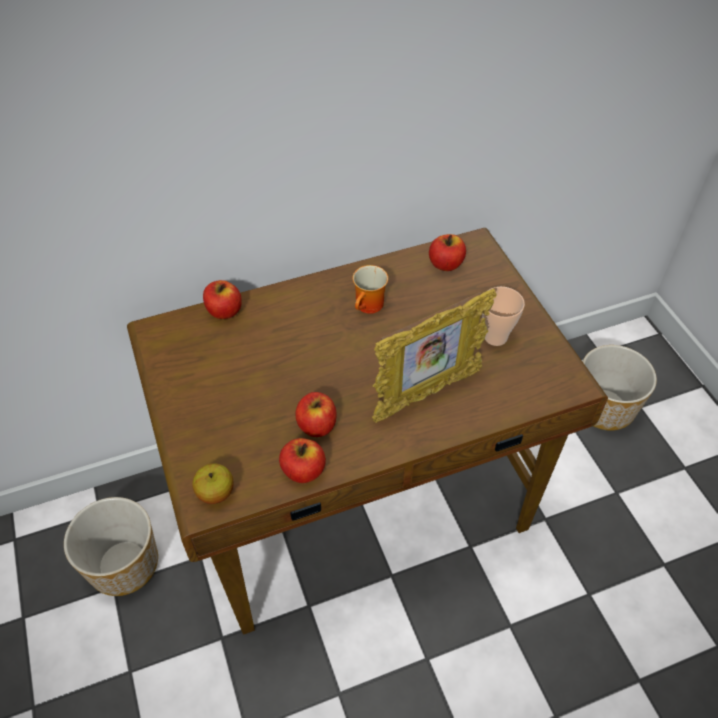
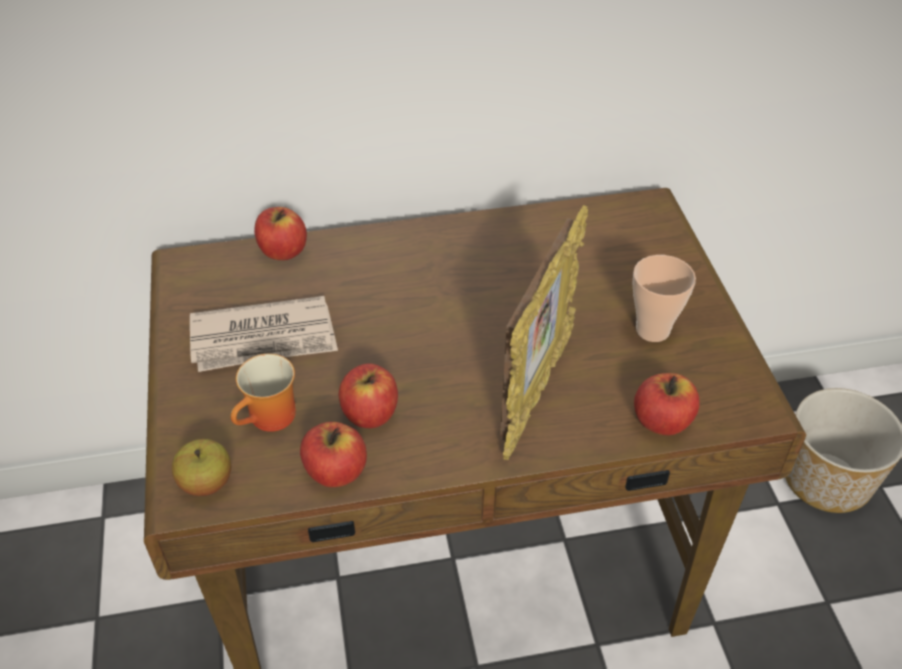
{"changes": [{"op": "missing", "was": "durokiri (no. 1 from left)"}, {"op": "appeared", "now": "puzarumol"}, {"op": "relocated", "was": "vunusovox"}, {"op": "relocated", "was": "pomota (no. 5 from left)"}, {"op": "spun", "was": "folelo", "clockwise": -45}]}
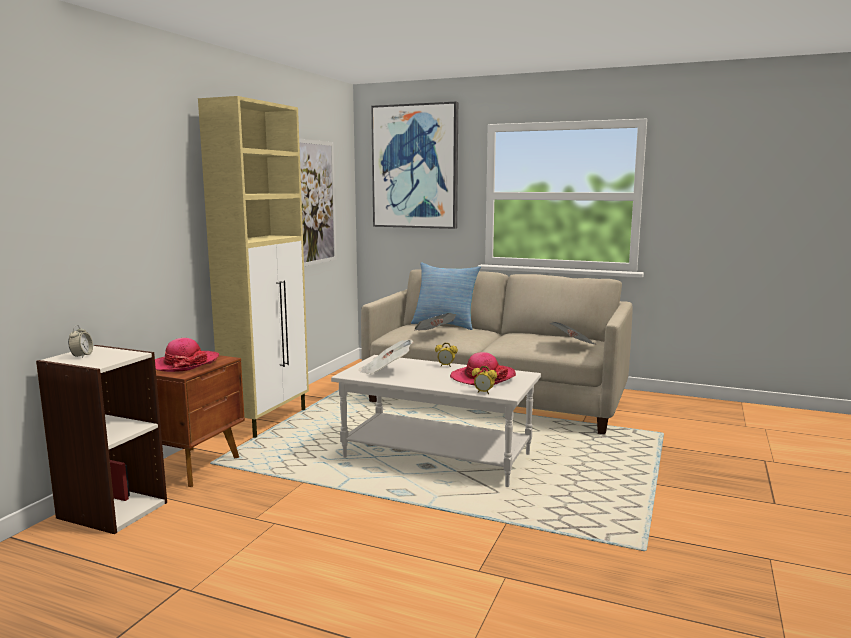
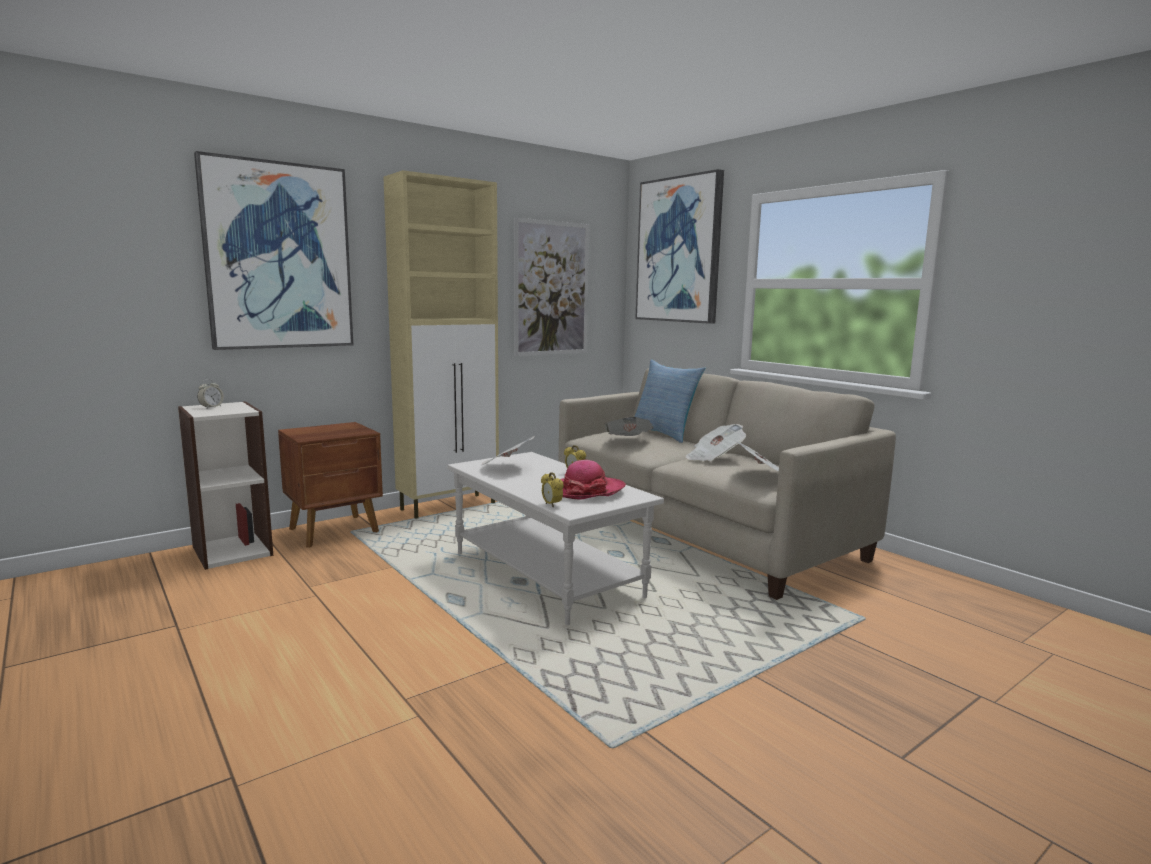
{"changes": [{"op": "missing", "was": "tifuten (no. 1 from left)"}, {"op": "appeared", "now": "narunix (no. 1 from left)"}, {"op": "appeared", "now": "puzarumol (no. 3 from left)"}]}
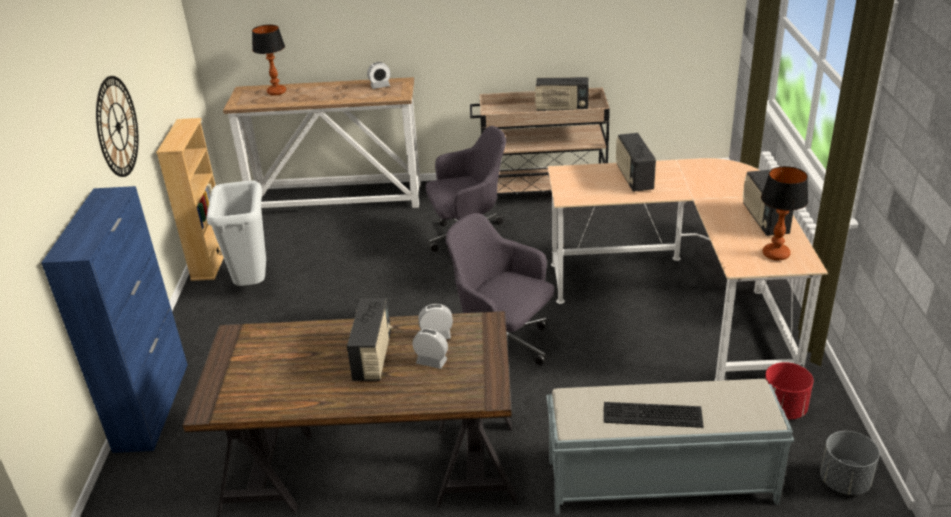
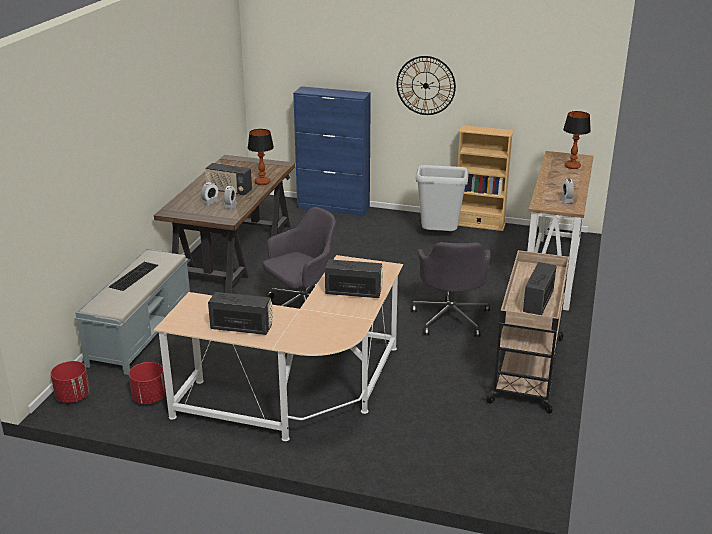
{"changes": [{"op": "relocated", "was": "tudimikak (no. 2 from left in the first image)", "now": "tudimikak (no. 1 from left)"}, {"op": "colour", "was": "grey_durokiri", "now": "red_durokiri (no. 1 from left)"}]}
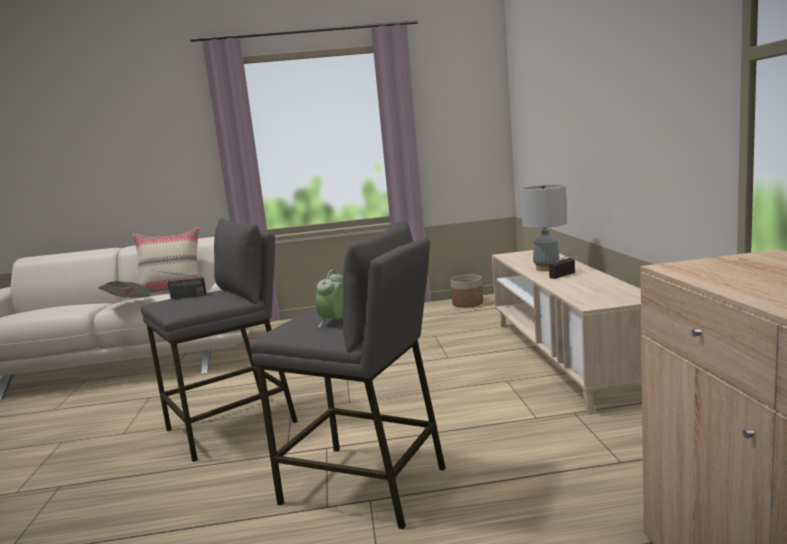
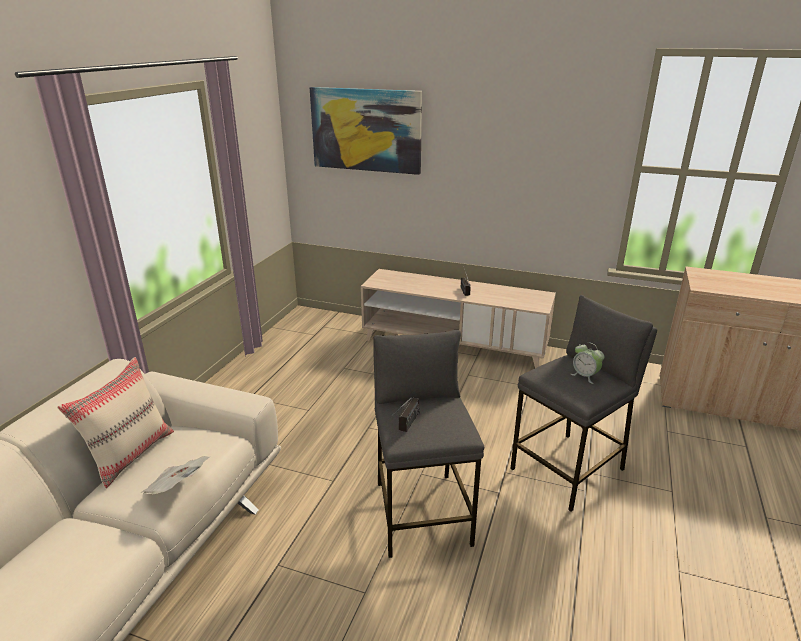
{"changes": [{"op": "missing", "was": "durokiri"}, {"op": "missing", "was": "grey_tudimikak"}, {"op": "appeared", "now": "narunix"}]}
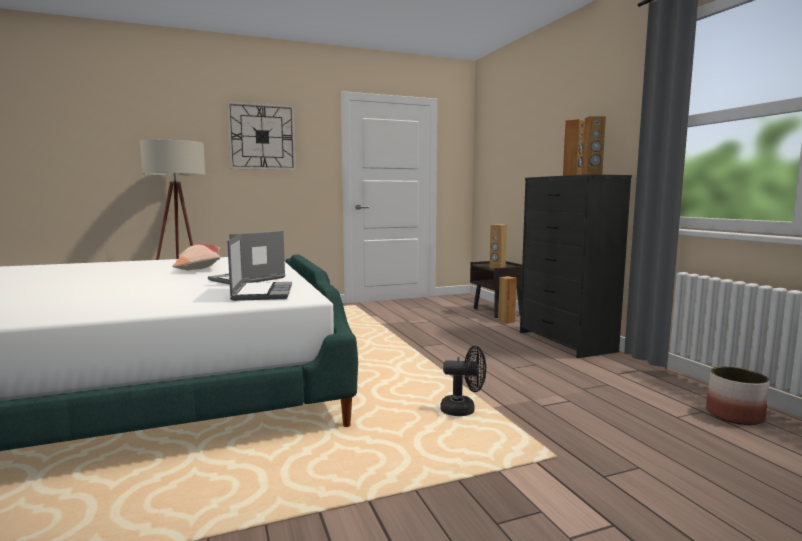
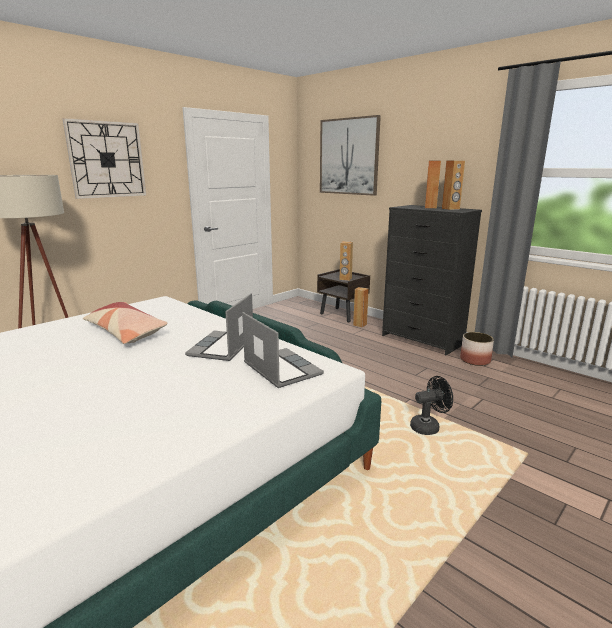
{"changes": [{"op": "appeared", "now": "narunix"}, {"op": "relocated", "was": "durokiri"}]}
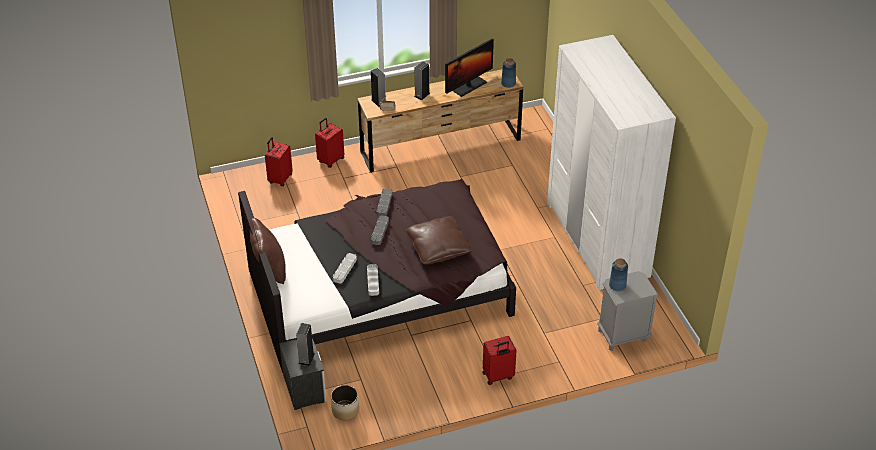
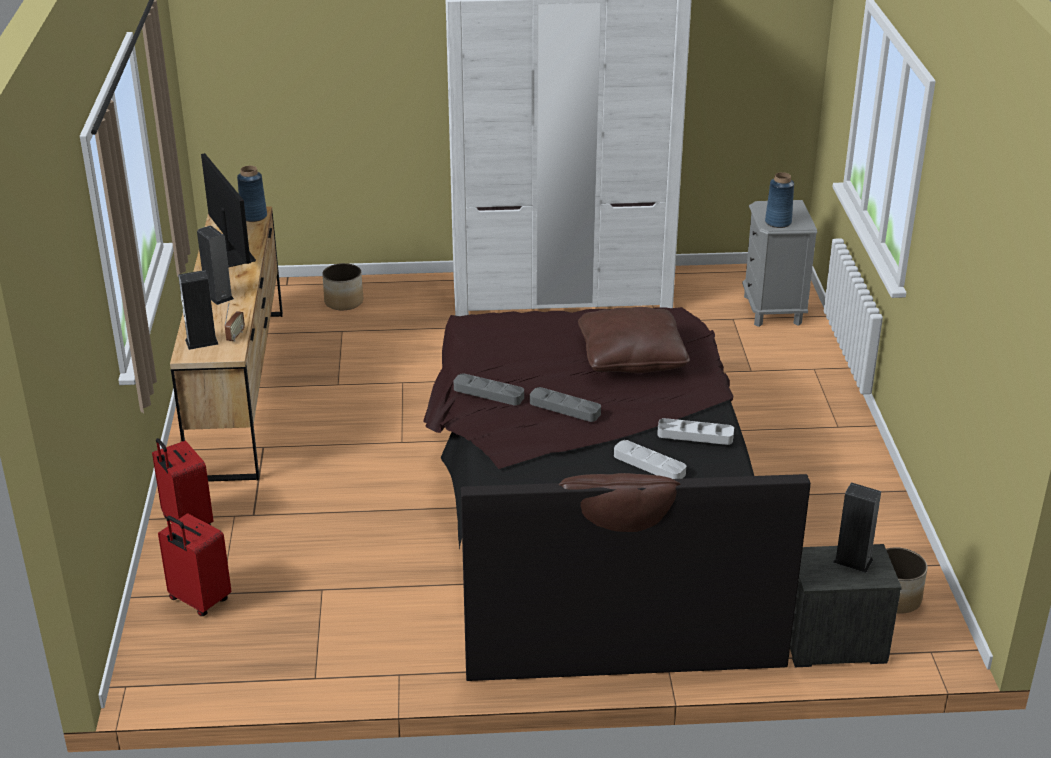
{"changes": [{"op": "missing", "was": "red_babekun (no. 3 from left)"}, {"op": "appeared", "now": "durokiri (no. 1 from left)"}]}
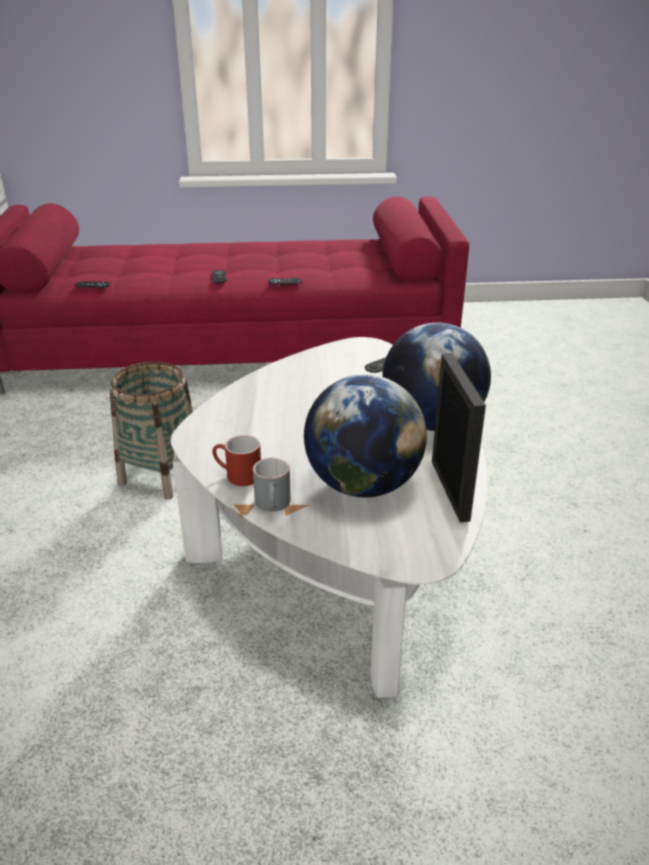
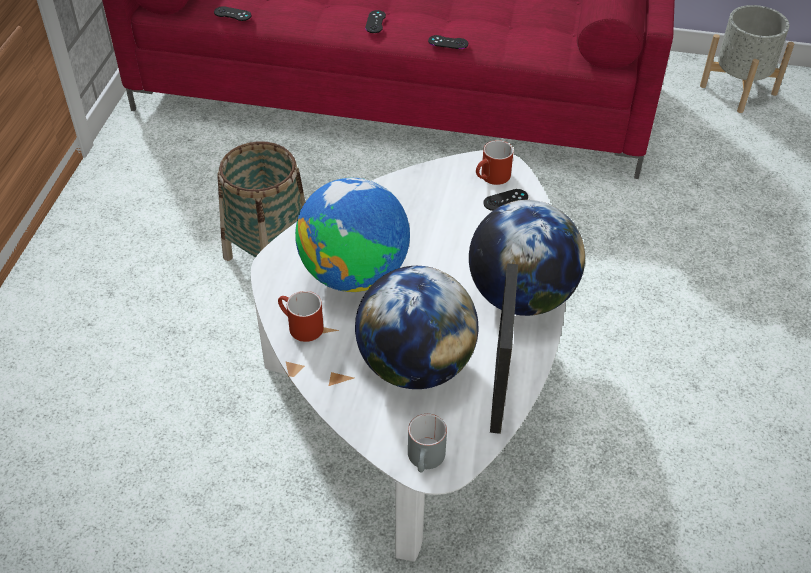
{"changes": [{"op": "appeared", "now": "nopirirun (no. 1 from left)"}, {"op": "appeared", "now": "red_vunusovox (no. 2 from left)"}, {"op": "appeared", "now": "grey_durokiri"}, {"op": "relocated", "was": "grey_vunusovox"}]}
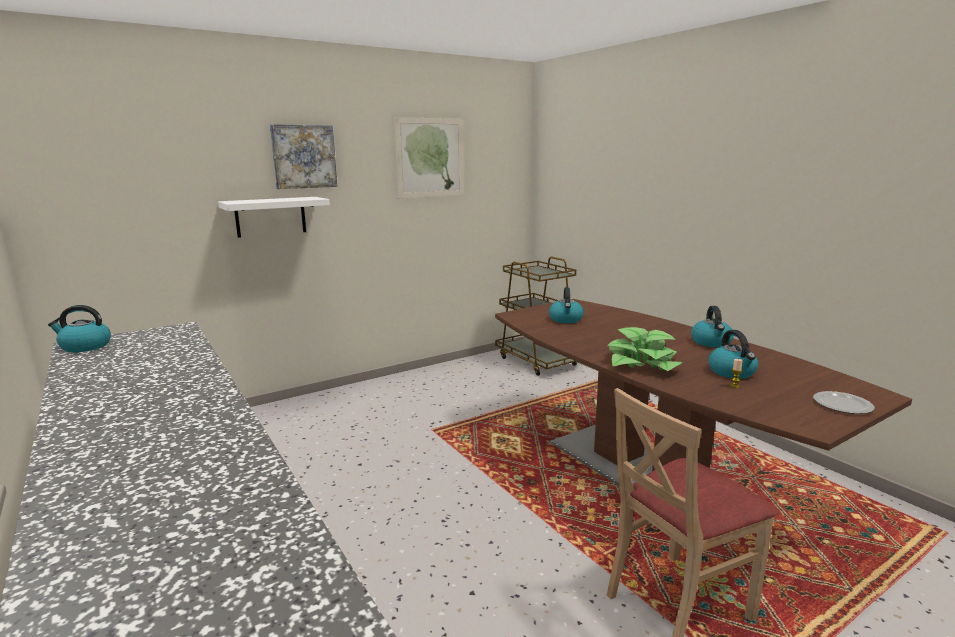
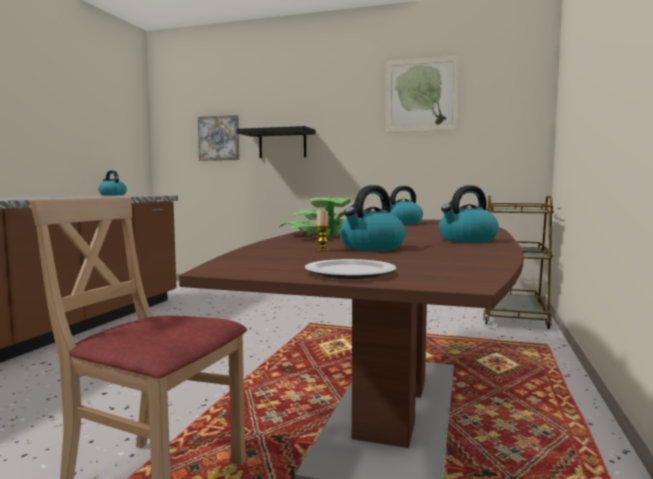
{"changes": [{"op": "relocated", "was": "narunix (no. 1 from left)"}, {"op": "colour", "was": "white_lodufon", "now": "black_lodufon"}]}
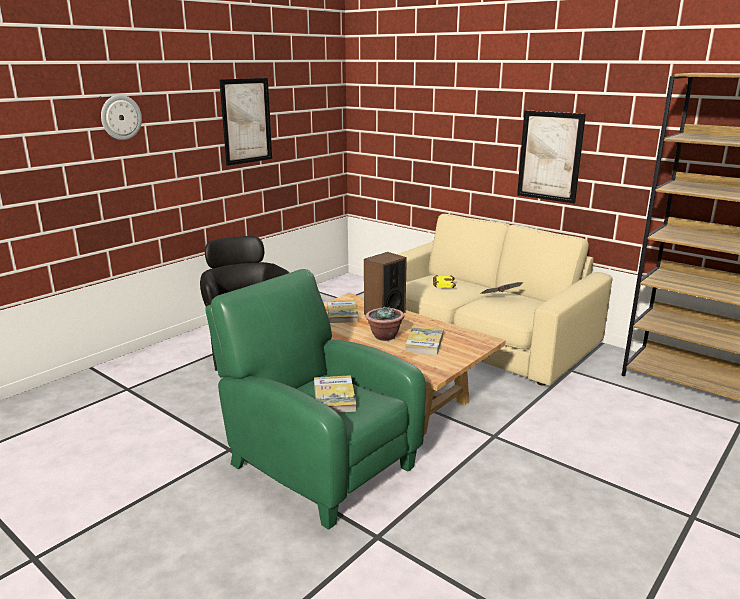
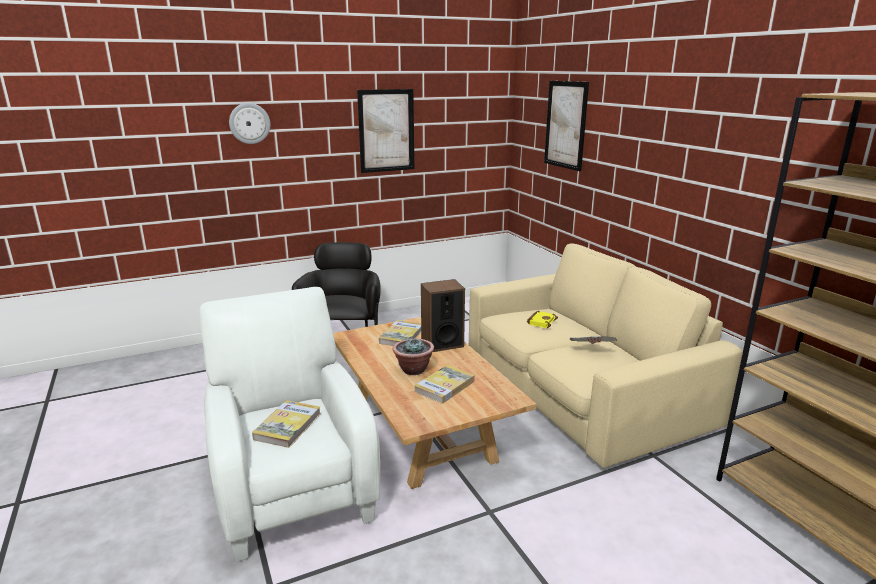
{"changes": [{"op": "relocated", "was": "narunix (no. 2 from left)"}, {"op": "colour", "was": "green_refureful", "now": "white_refureful"}]}
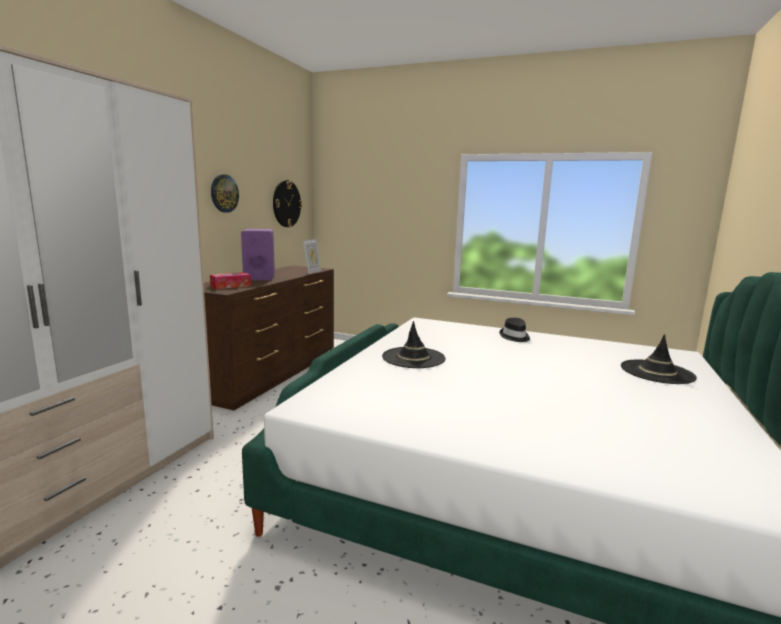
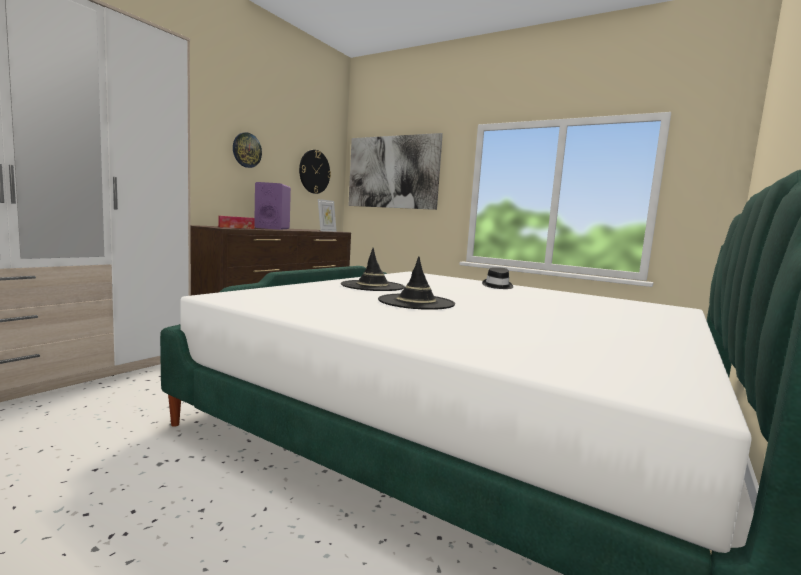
{"changes": [{"op": "appeared", "now": "narunix"}, {"op": "relocated", "was": "black_tifuten (no. 3 from left in the first image)", "now": "black_tifuten (no. 2 from left)"}]}
